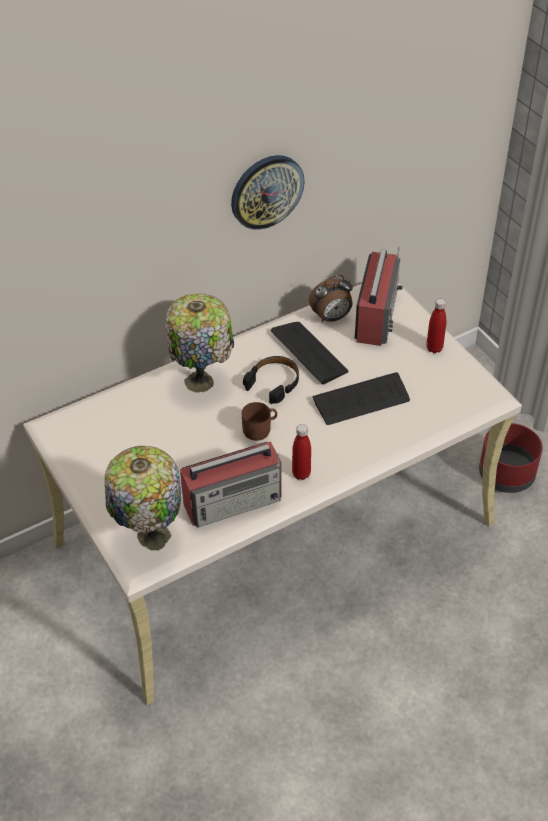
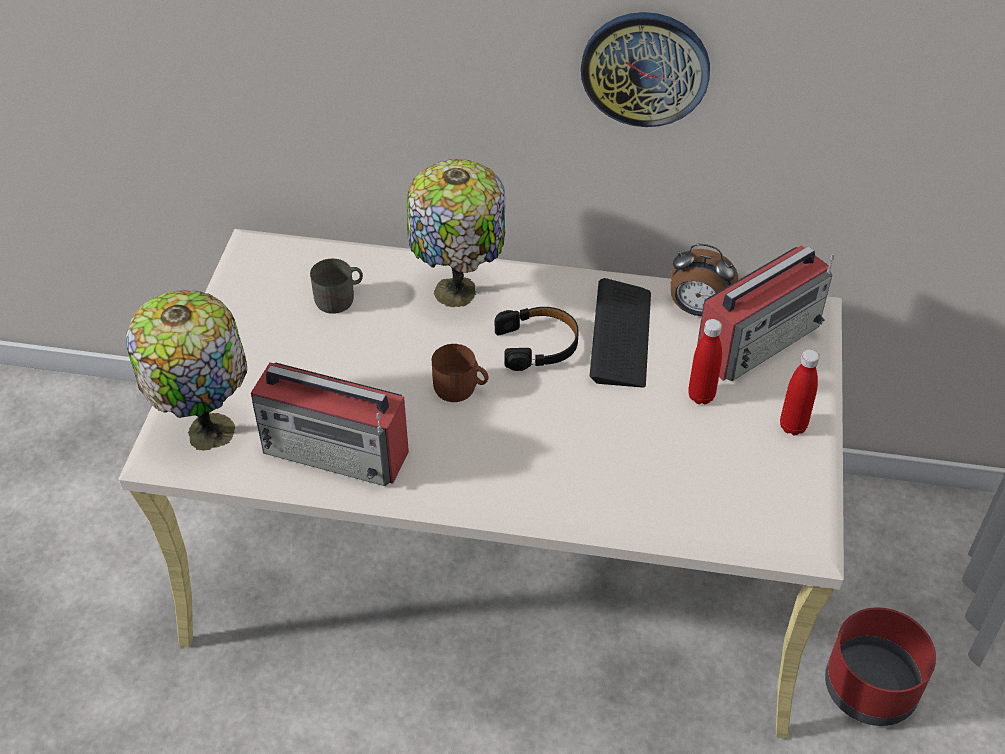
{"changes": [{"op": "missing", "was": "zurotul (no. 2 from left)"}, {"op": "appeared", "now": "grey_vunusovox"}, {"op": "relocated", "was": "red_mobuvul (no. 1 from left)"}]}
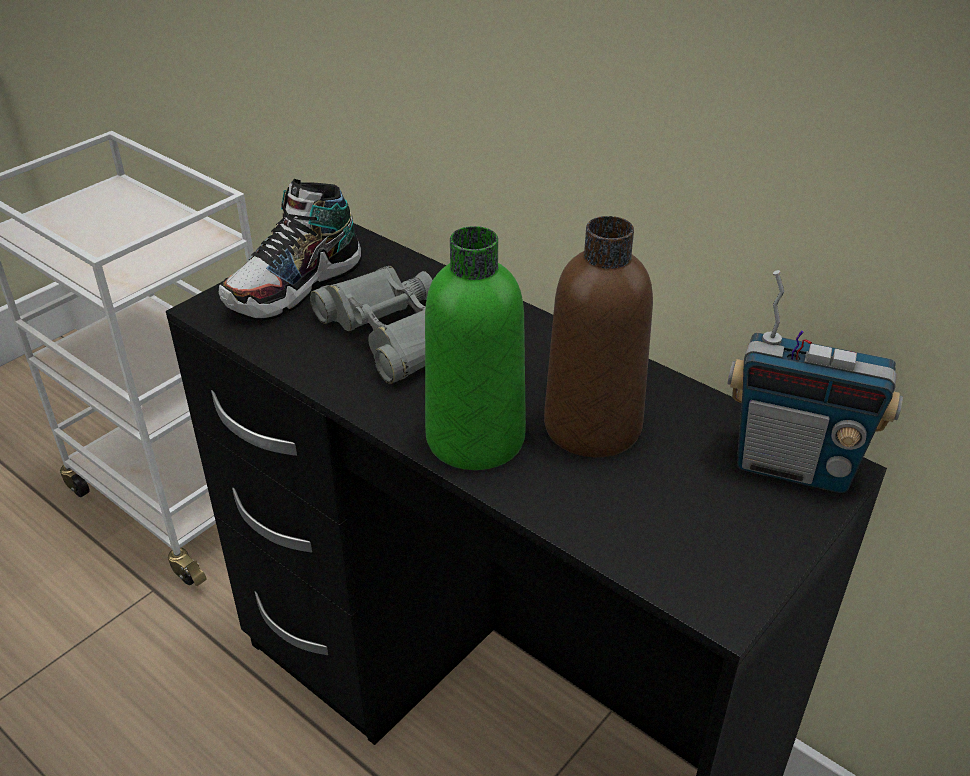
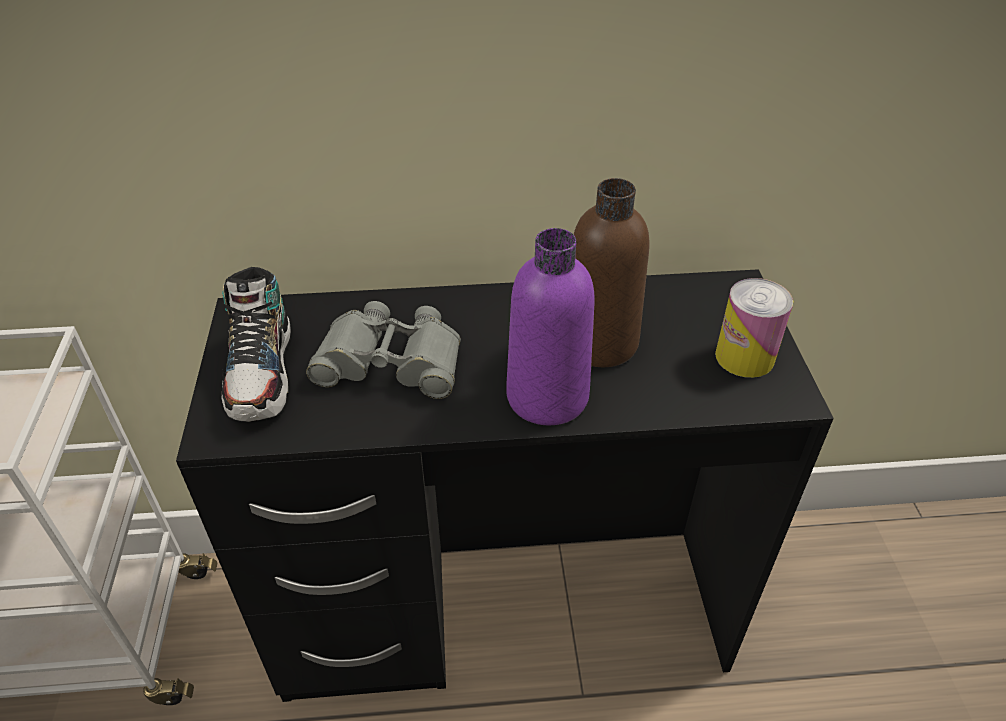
{"changes": [{"op": "missing", "was": "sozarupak"}, {"op": "appeared", "now": "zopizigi"}, {"op": "colour", "was": "green_mobuvul", "now": "purple_mobuvul"}]}
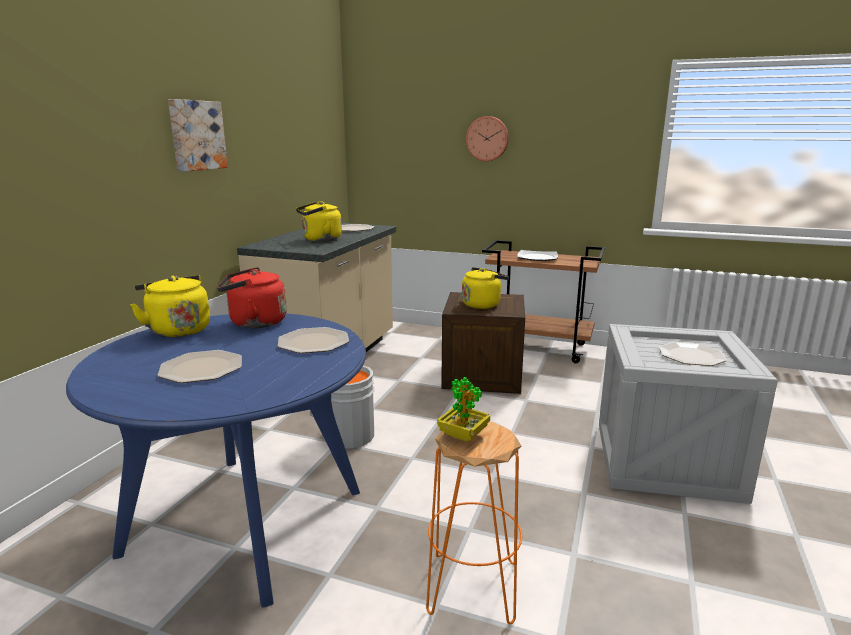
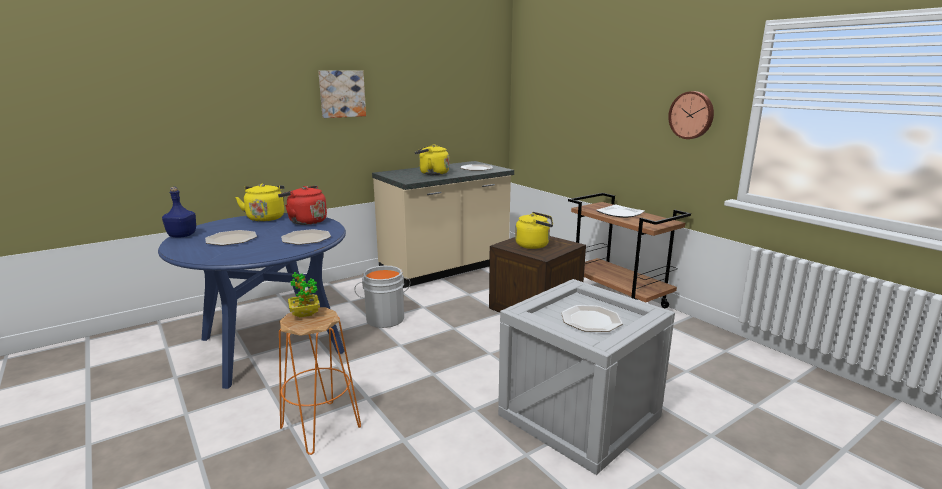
{"changes": [{"op": "appeared", "now": "blue_mobuvul"}, {"op": "relocated", "was": "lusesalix"}]}
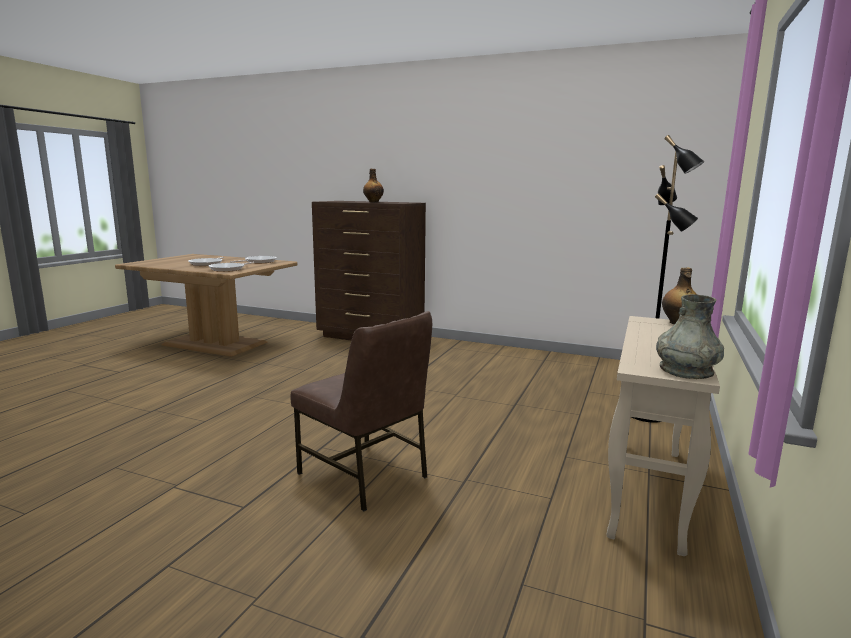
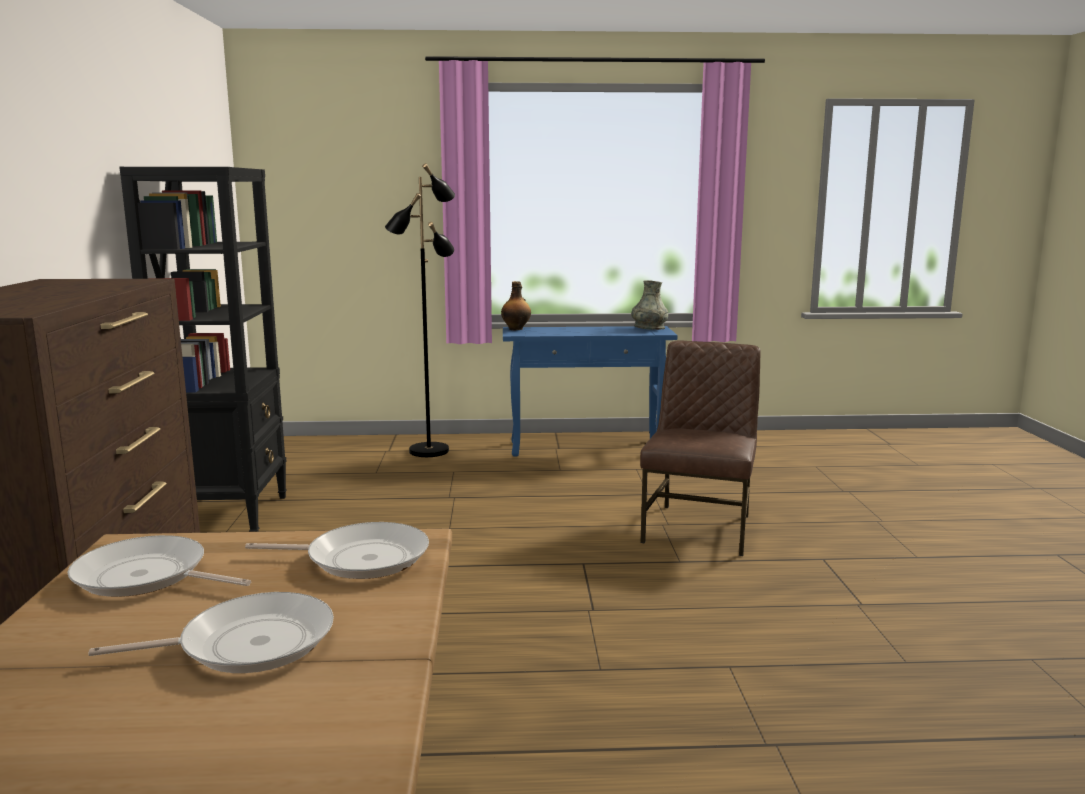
{"changes": [{"op": "missing", "was": "mobuvul (no. 1 from left)"}, {"op": "appeared", "now": "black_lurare"}, {"op": "colour", "was": "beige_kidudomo", "now": "blue_kidudomo"}]}
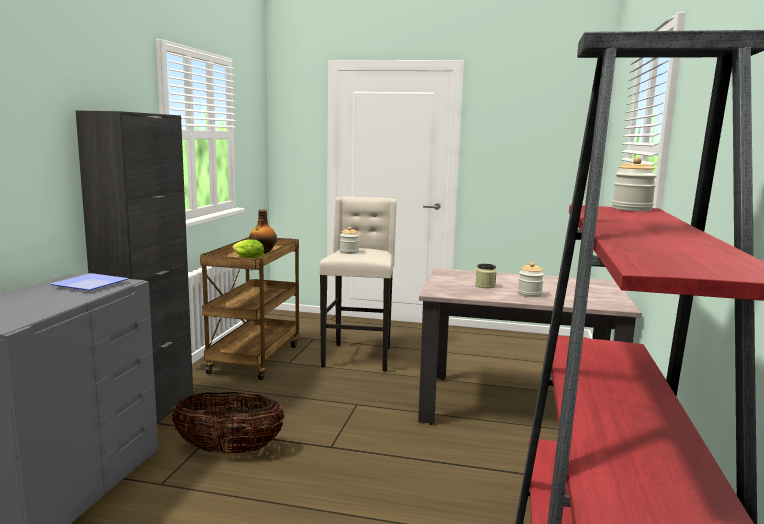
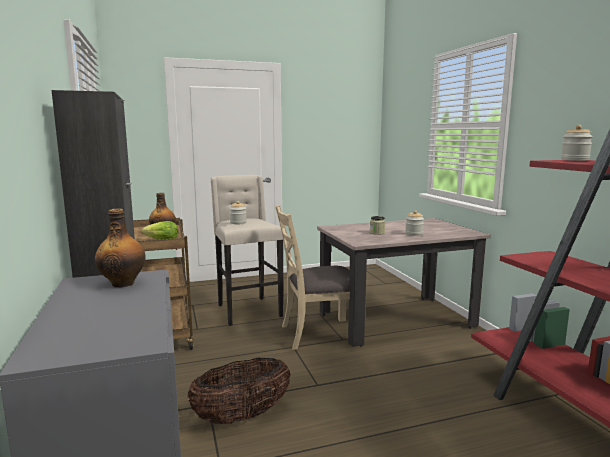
{"changes": [{"op": "appeared", "now": "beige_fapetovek"}, {"op": "exchanged", "was": "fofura", "now": "mobuvul (no. 1 from left)"}]}
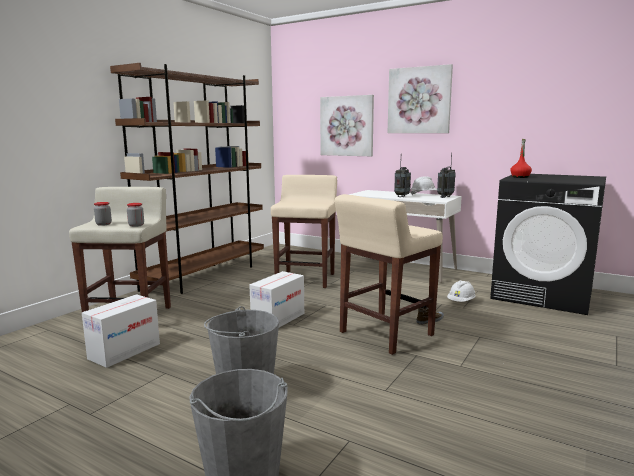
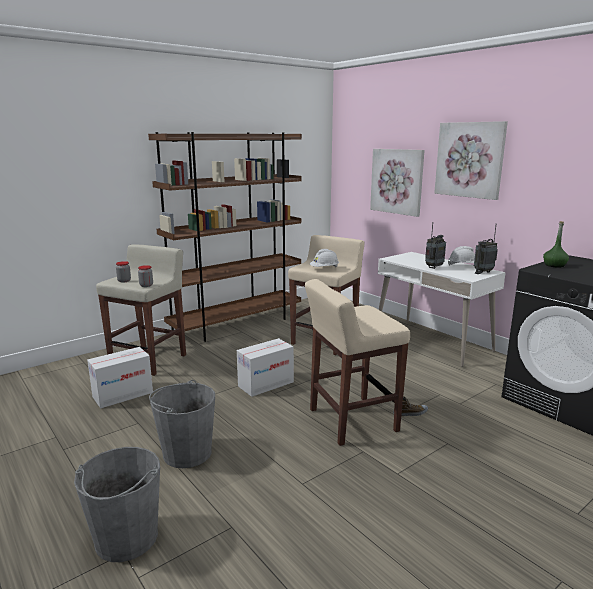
{"changes": [{"op": "relocated", "was": "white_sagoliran (no. 2 from left in the first image)", "now": "white_sagoliran (no. 1 from left)"}, {"op": "colour", "was": "red_mobuvul", "now": "green_mobuvul"}]}
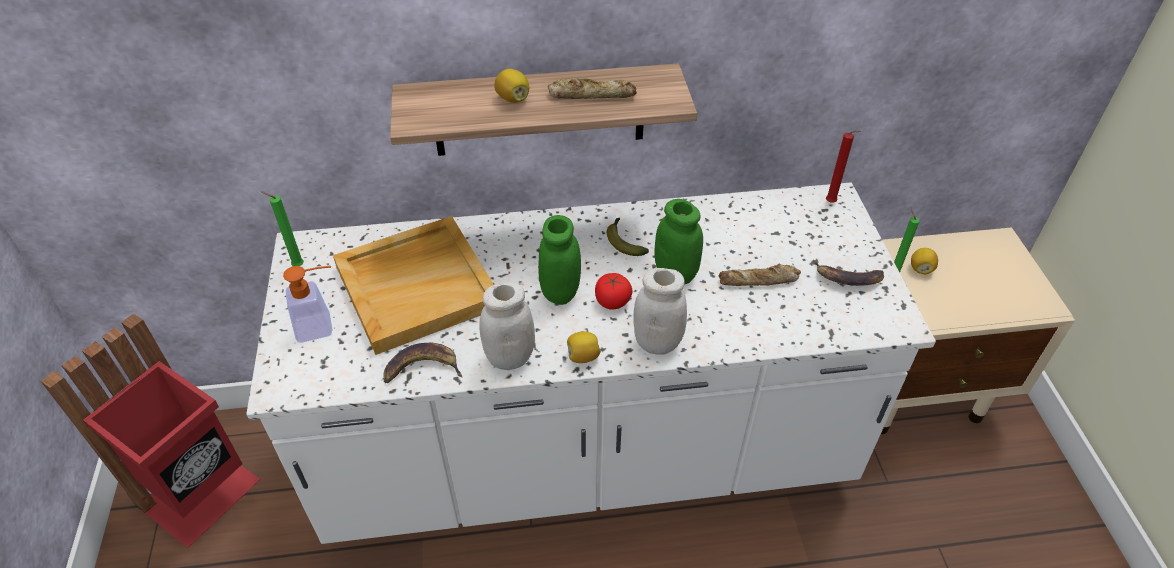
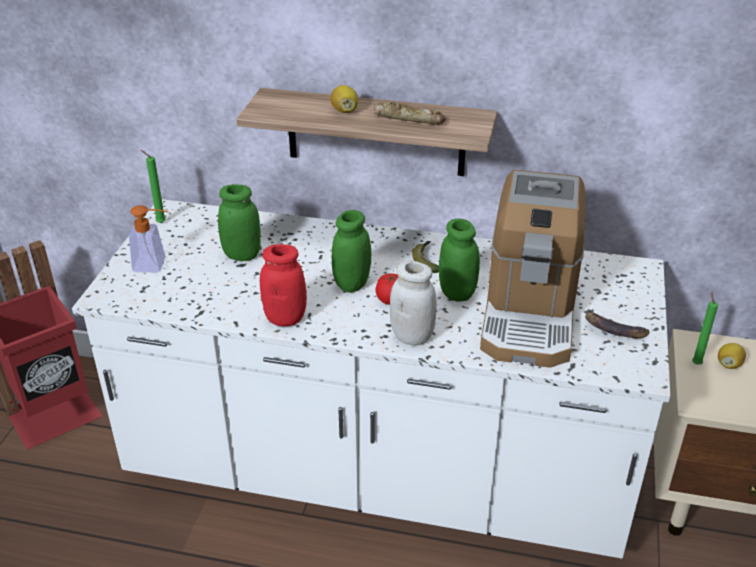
{"changes": [{"op": "missing", "was": "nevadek (no. 1 from left)"}, {"op": "missing", "was": "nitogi (no. 2 from left)"}, {"op": "missing", "was": "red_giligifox"}, {"op": "exchanged", "was": "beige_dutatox", "now": "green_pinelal (no. 1 from left)"}, {"op": "exchanged", "was": "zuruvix (no. 2 from left)", "now": "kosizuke"}, {"op": "colour", "was": "white_pinelal (no. 1 from left)", "now": "red_pinelal"}]}
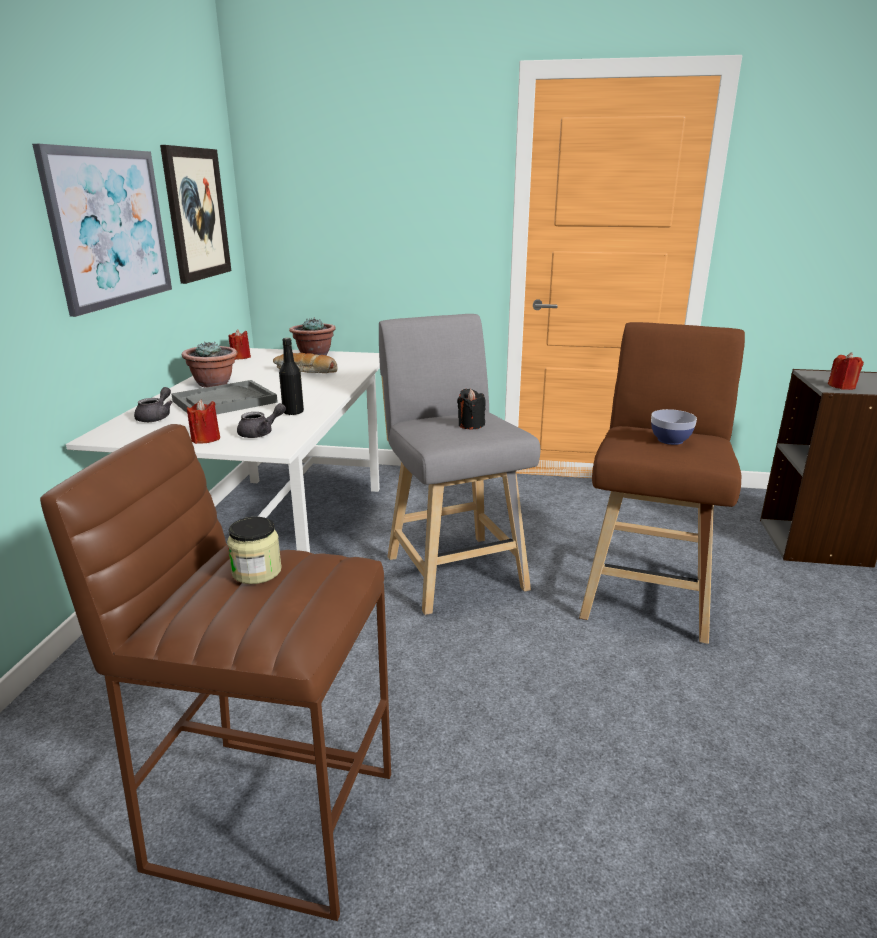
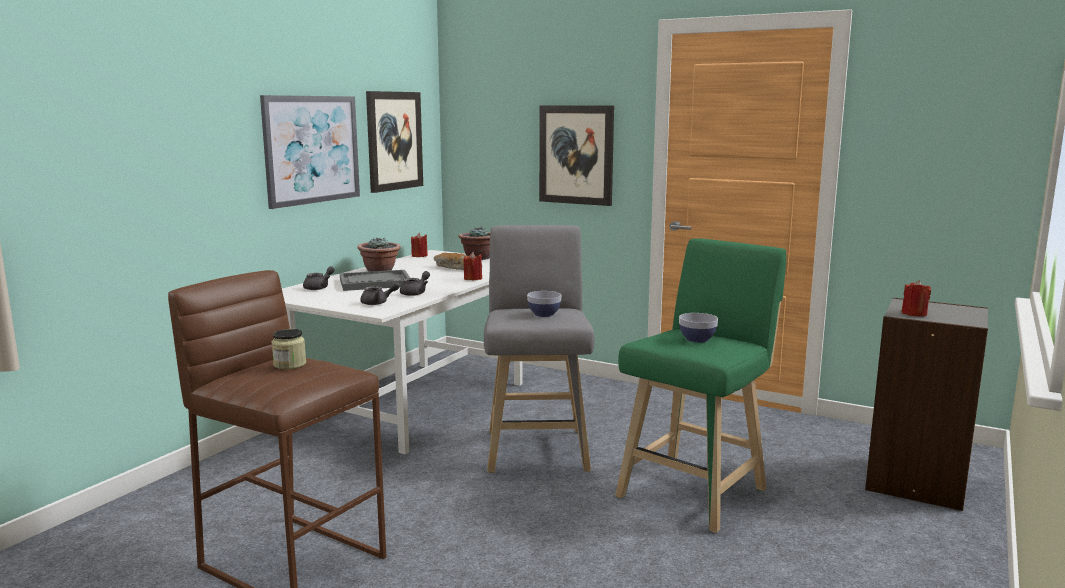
{"changes": [{"op": "appeared", "now": "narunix (no. 3 from left)"}, {"op": "relocated", "was": "red_giligifox (no. 1 from left in the first image)", "now": "red_giligifox (no. 2 from left)"}, {"op": "exchanged", "was": "black_mobuvul", "now": "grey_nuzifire (no. 3 from left)"}, {"op": "exchanged", "was": "black_giligifox", "now": "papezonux (no. 1 from left)"}, {"op": "colour", "was": "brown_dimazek (no. 2 from left)", "now": "green_dimazek"}]}
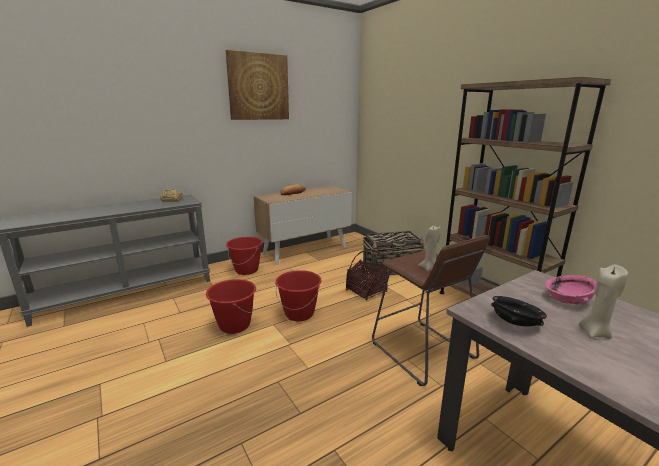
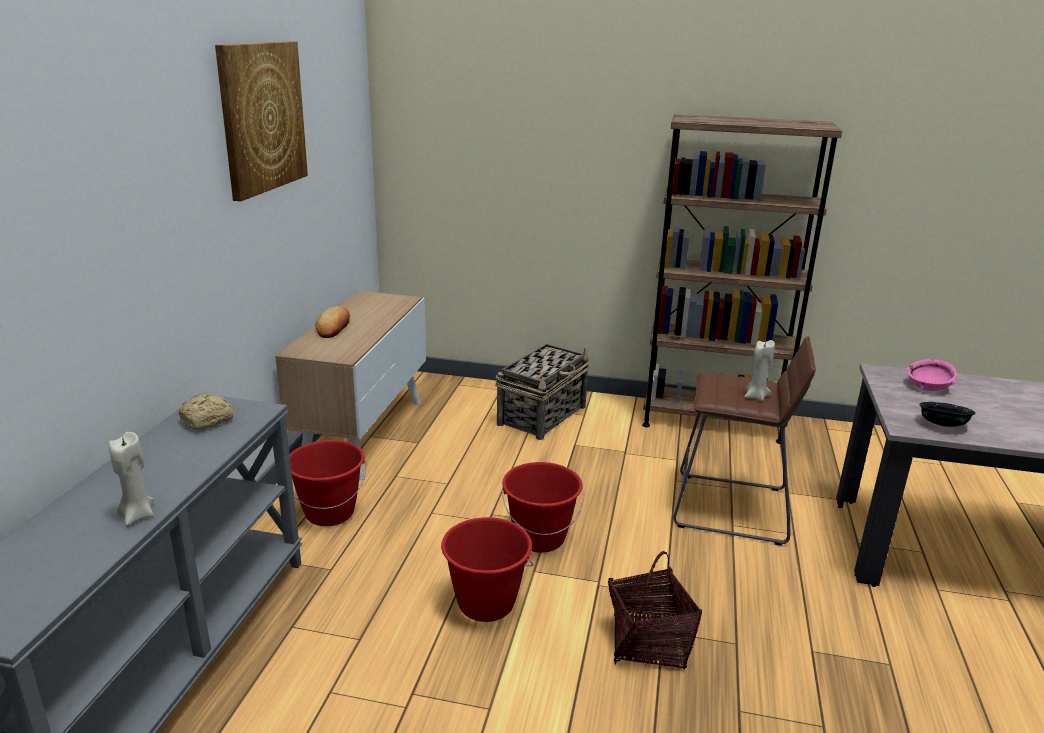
{"changes": [{"op": "relocated", "was": "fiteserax (no. 1 from left in the first image)", "now": "fiteserax (no. 2 from left)"}, {"op": "relocated", "was": "beige_giligifox (no. 2 from left in the first image)", "now": "beige_giligifox (no. 1 from left)"}]}
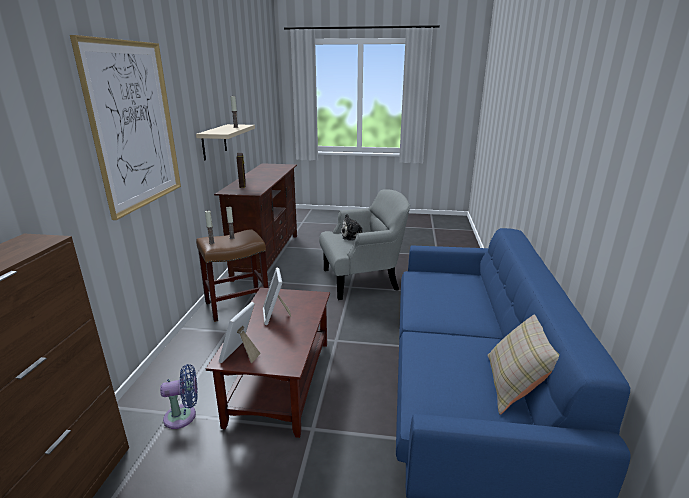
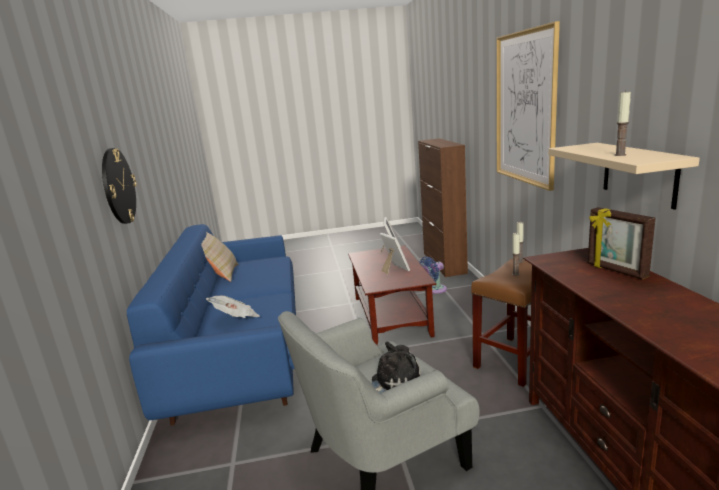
{"changes": [{"op": "appeared", "now": "lusesalix"}, {"op": "appeared", "now": "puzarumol"}]}
